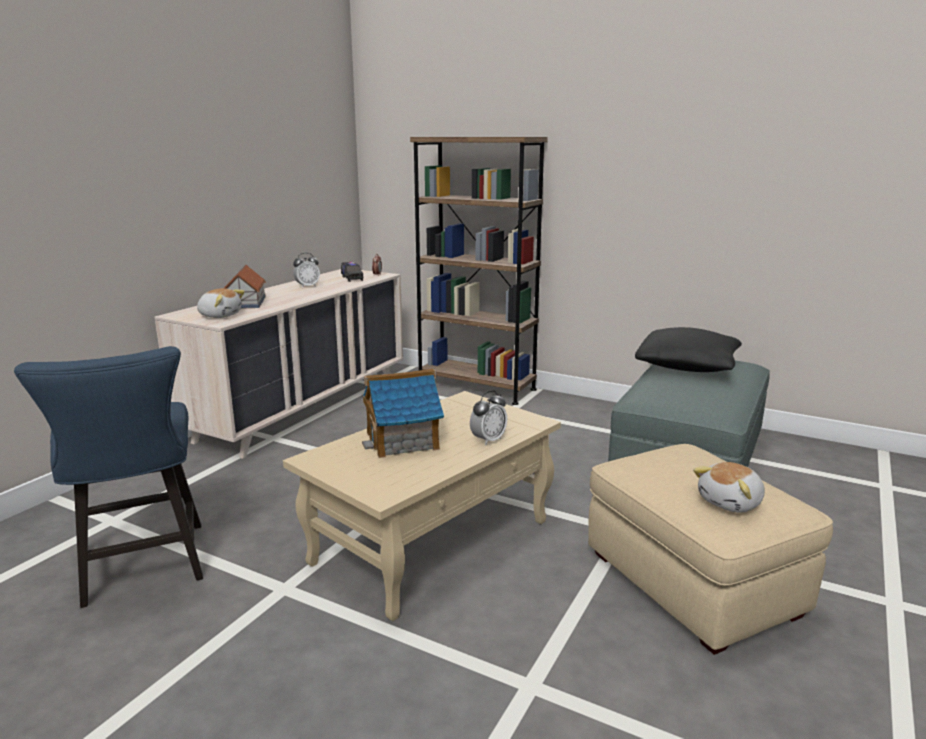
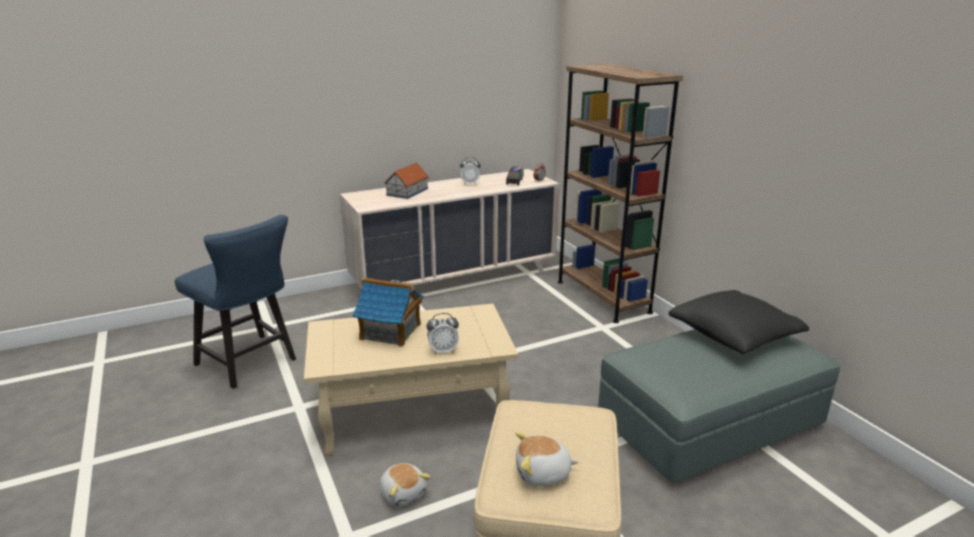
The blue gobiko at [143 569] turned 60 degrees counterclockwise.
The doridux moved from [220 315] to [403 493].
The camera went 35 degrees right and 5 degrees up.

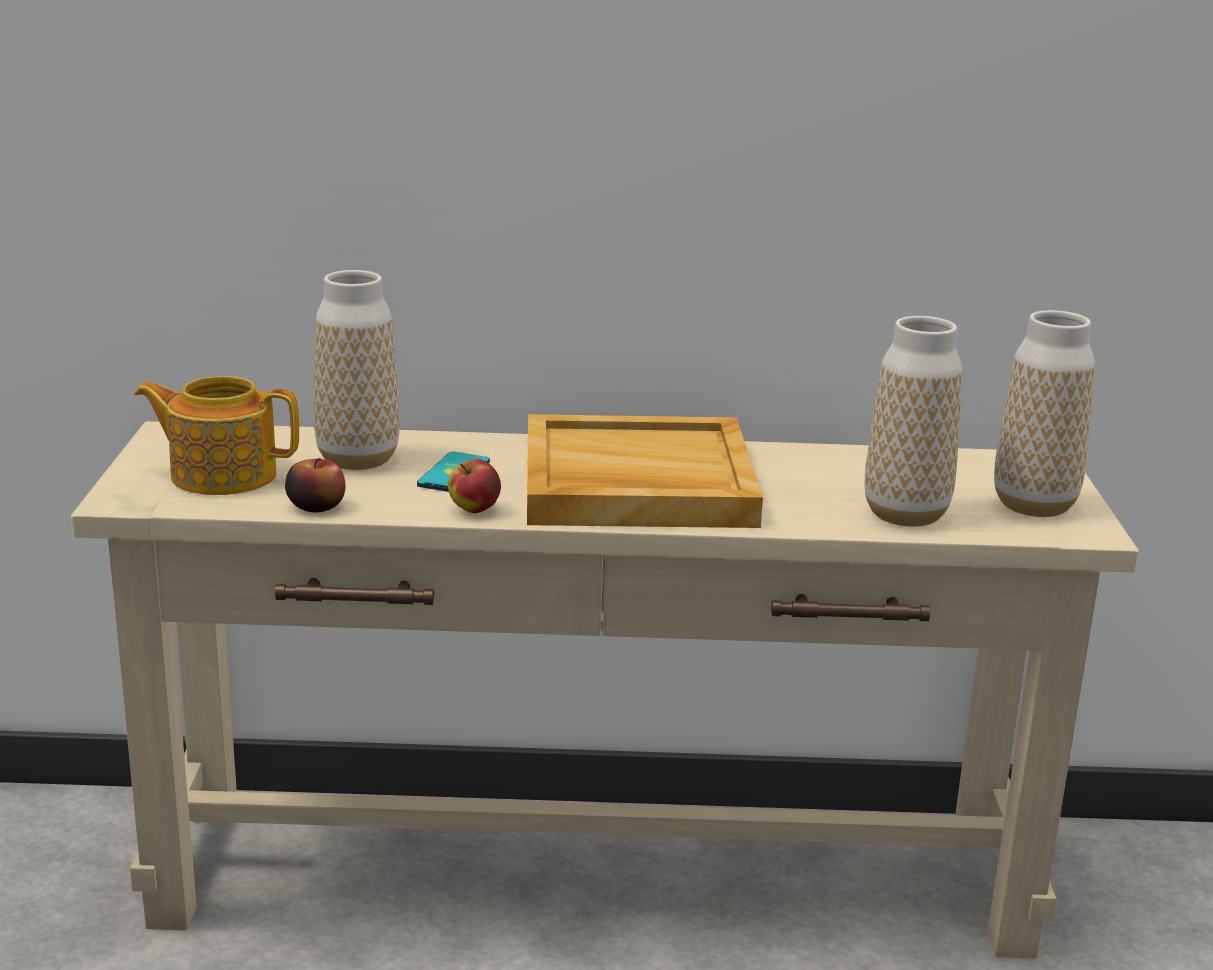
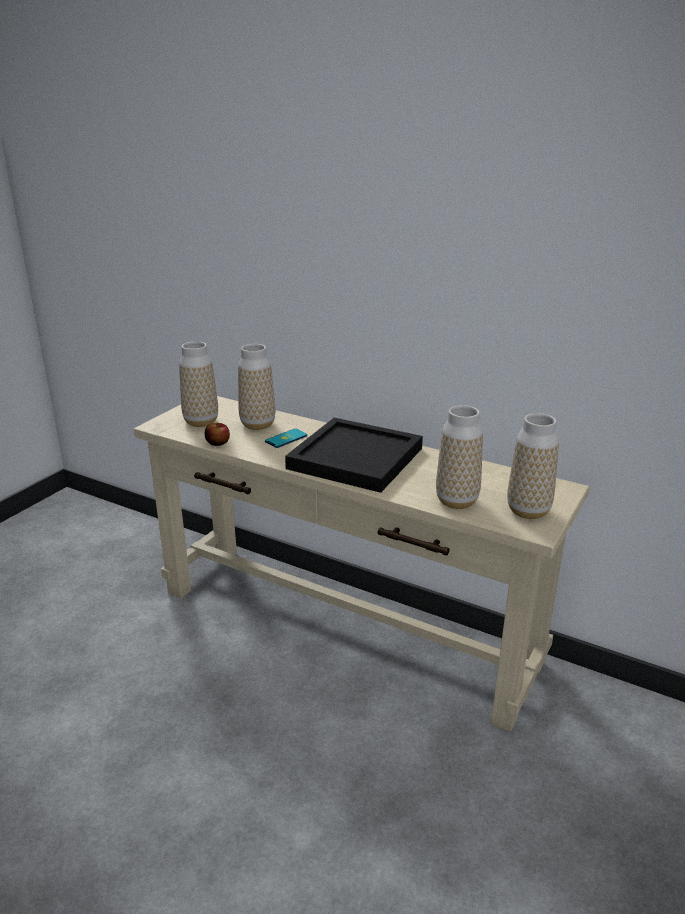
The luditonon at [221 475] was replaced by the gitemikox at [201 422].
The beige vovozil at [635 483] became the black vovozil at [354 458].
The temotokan at [474 510] disappeared.
The camera went 30 degrees right and 5 degrees up.

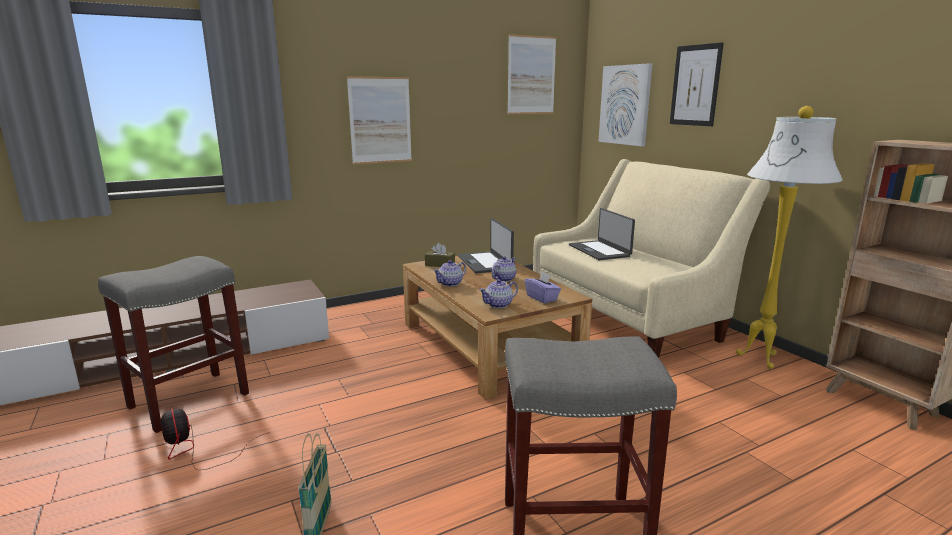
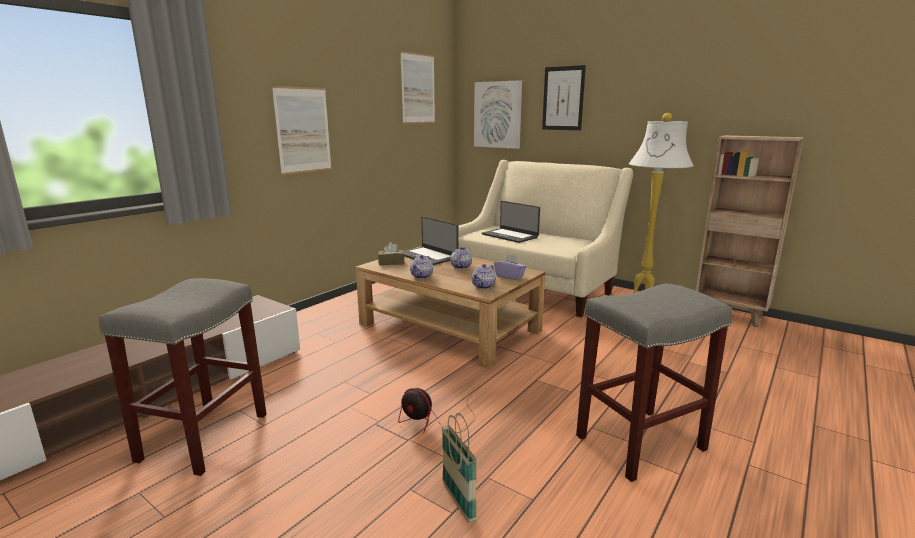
The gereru moved from [196 450] to [433 421].
The camera went 25 degrees left and 0 degrees up.

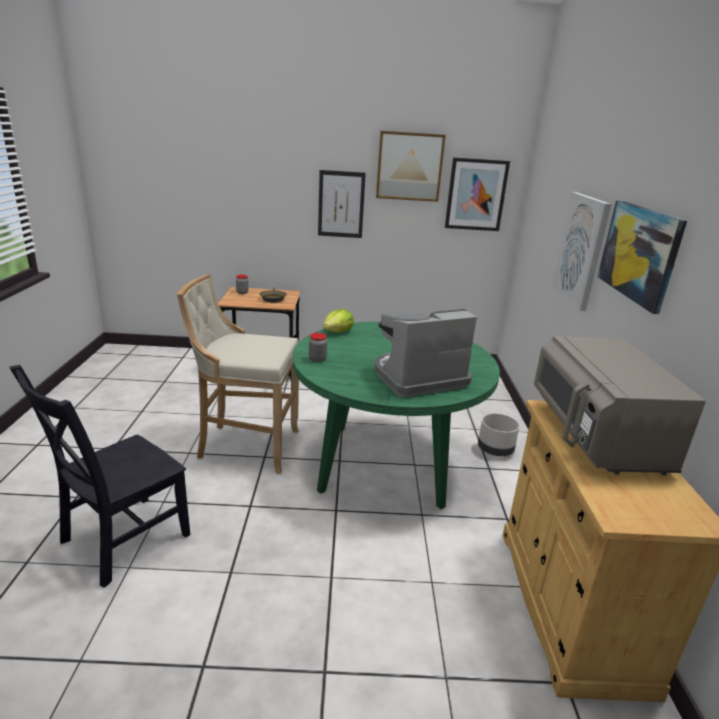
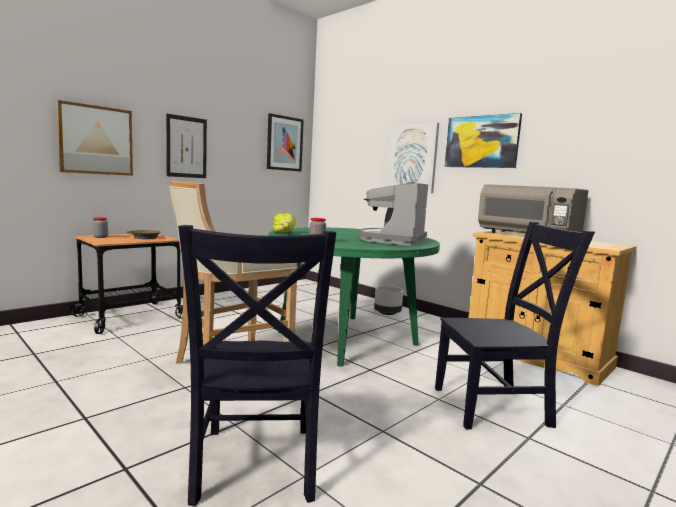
The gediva moved from [409 166] to [96 140].
The black gobiko at [496 406] appeared.
The camera went 45 degrees left and 15 degrees down.

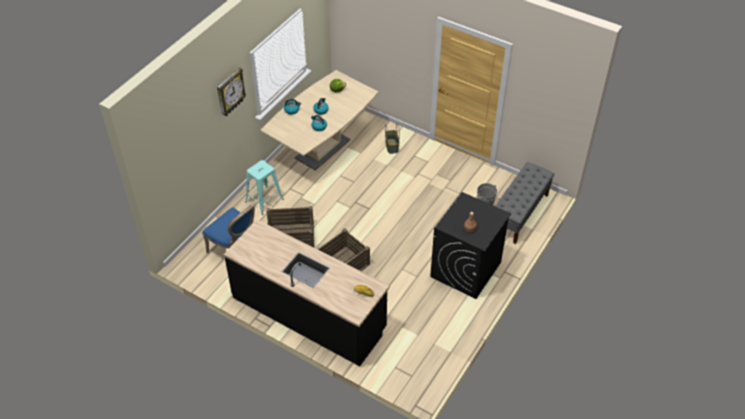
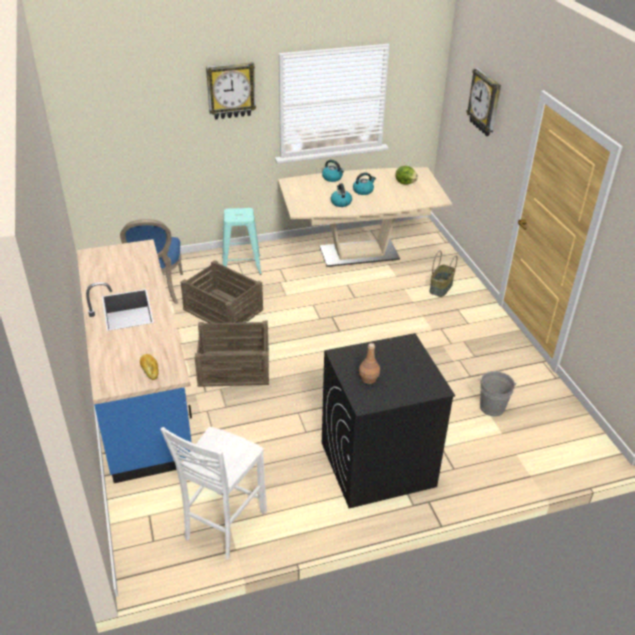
The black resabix at [309 313] became the blue resabix at [141 390].
The white gobiko at [223 526] appeared.
The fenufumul at [485 102] appeared.
The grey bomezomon at [519 214] disappeared.
The camera went 40 degrees right and 10 degrees down.

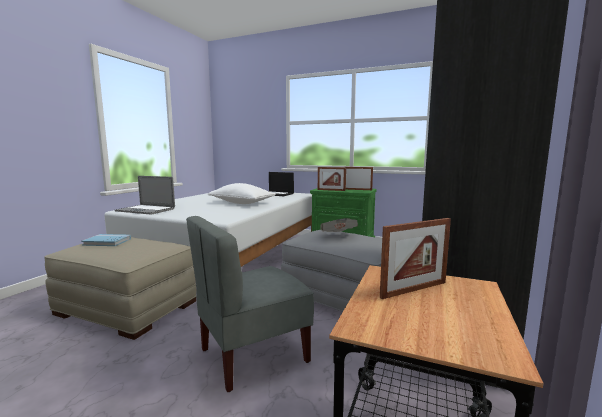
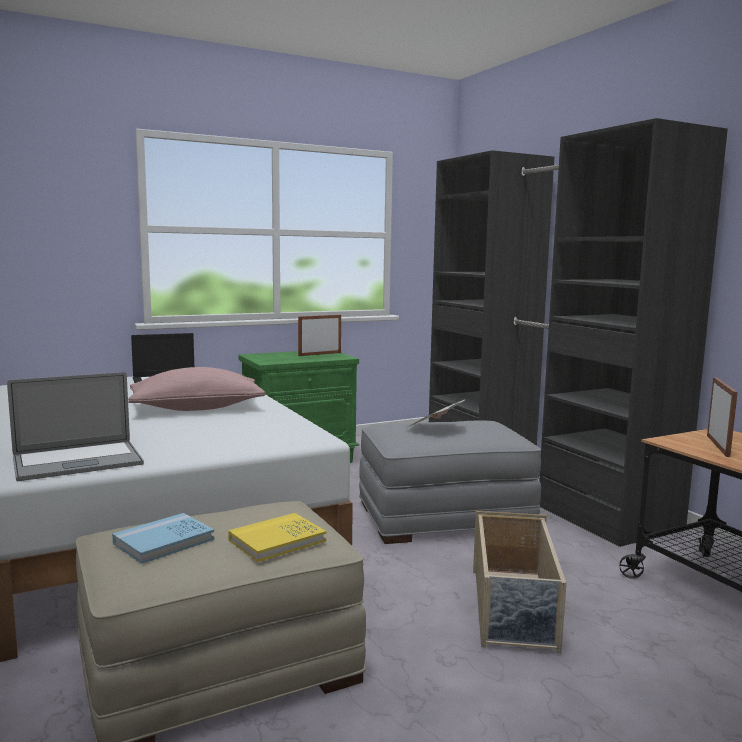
The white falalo at [241 203] became the pink falalo at [197 408].
The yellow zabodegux at [277 540] appeared.
The grey gobiko at [252 355] was replaced by the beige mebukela at [514 609].
The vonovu at [331 190] disappeared.
The camera went 50 degrees left and 0 degrees up.

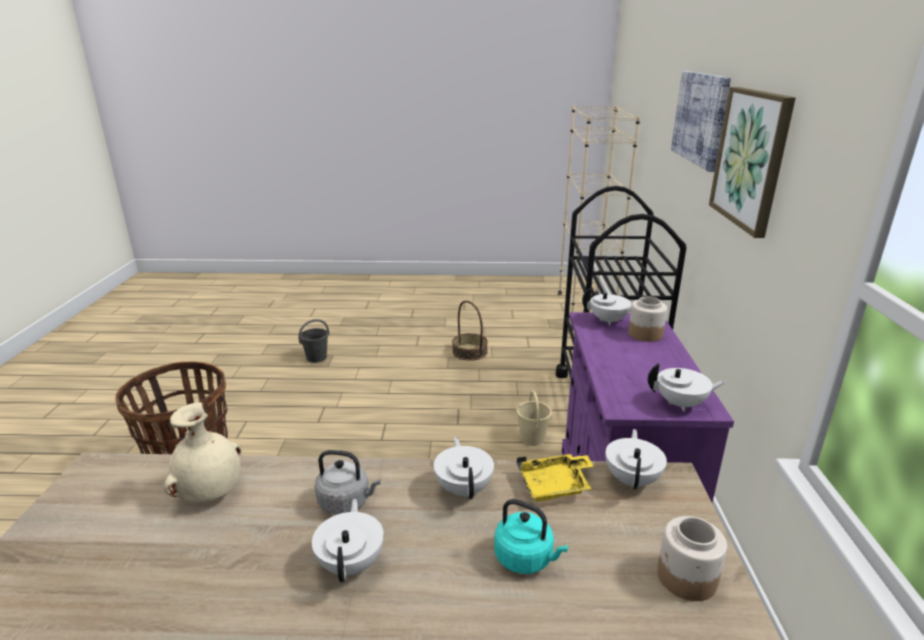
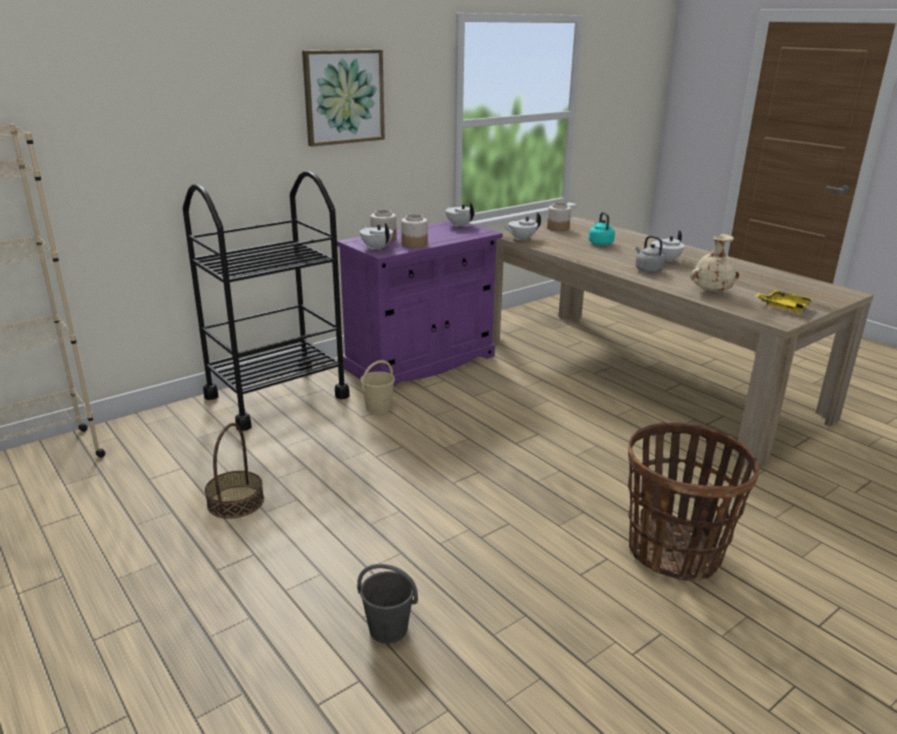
The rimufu at [414 244] appeared.
The yellow vovozil moved from [555 485] to [783 307].
The white luditonon at [464 488] disappeared.
The gediva at [700 118] disappeared.
The camera went 130 degrees left and 0 degrees up.

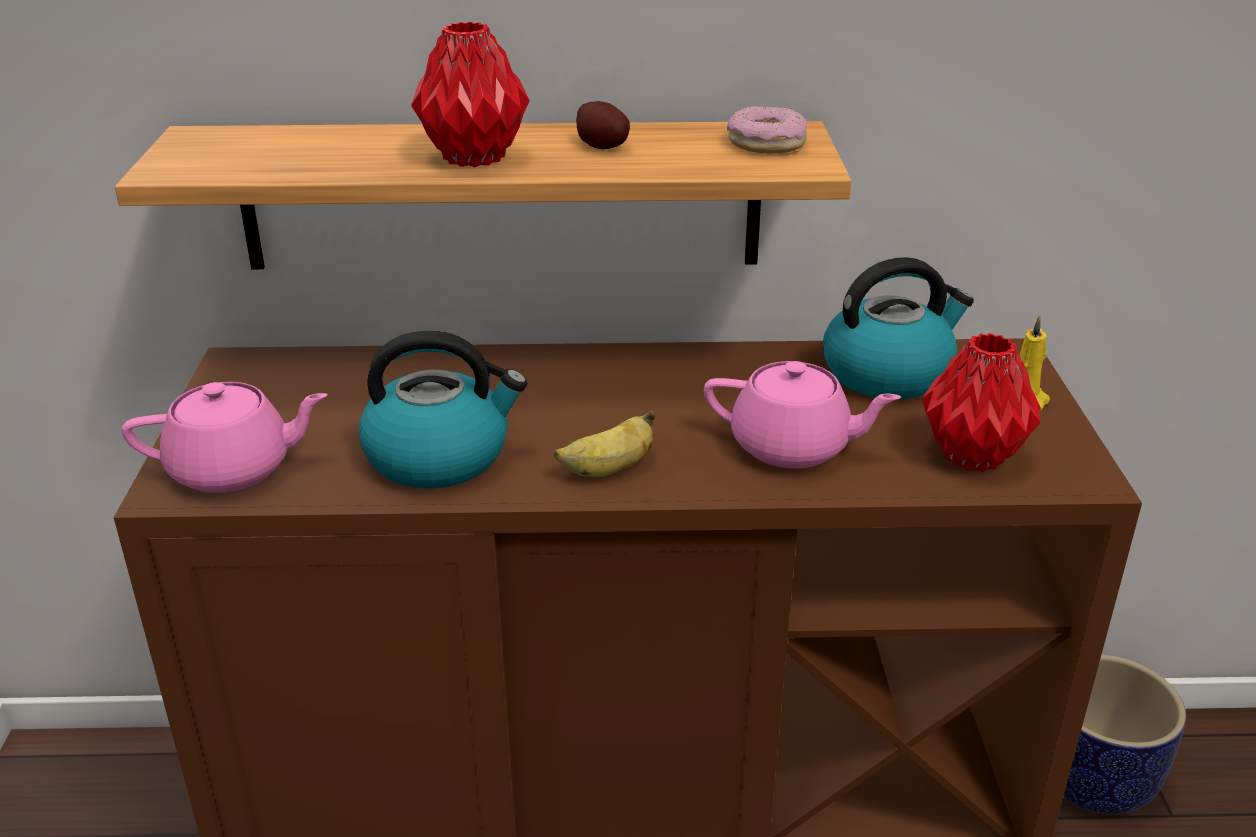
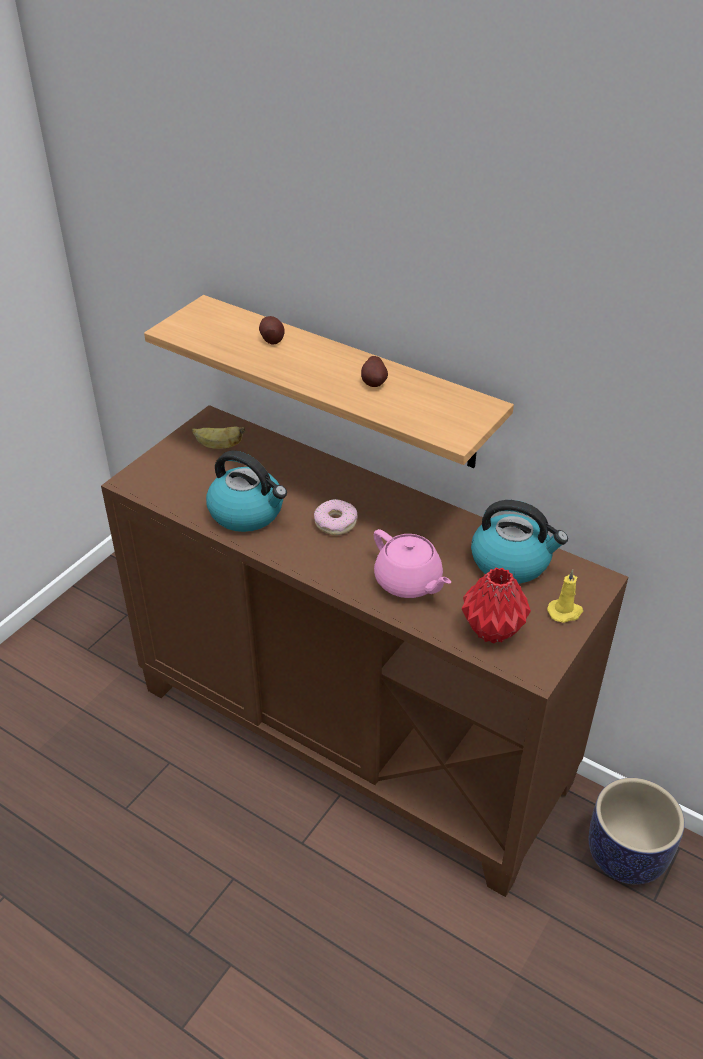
The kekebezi moved from [608 469] to [218 446].
The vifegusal at [272 339] appeared.
The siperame moved from [767 143] to [335 523].
The pink luditonon at [233 469] disappeared.
The red gitemikox at [472 158] disappeared.
The camera went 35 degrees right and 10 degrees up.

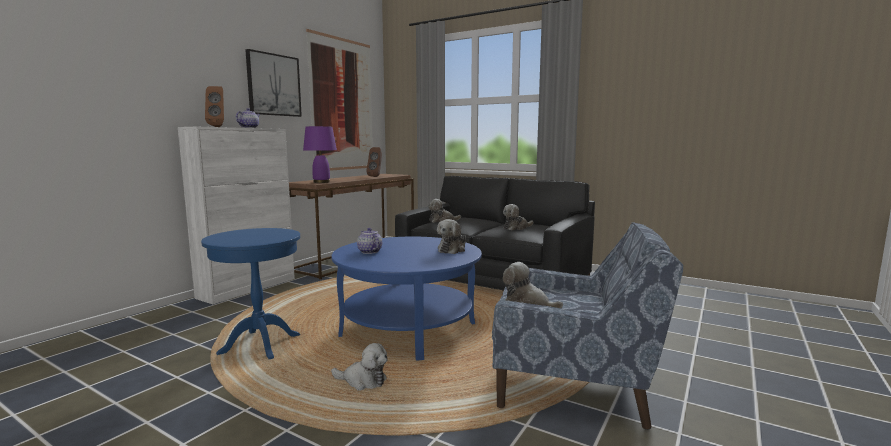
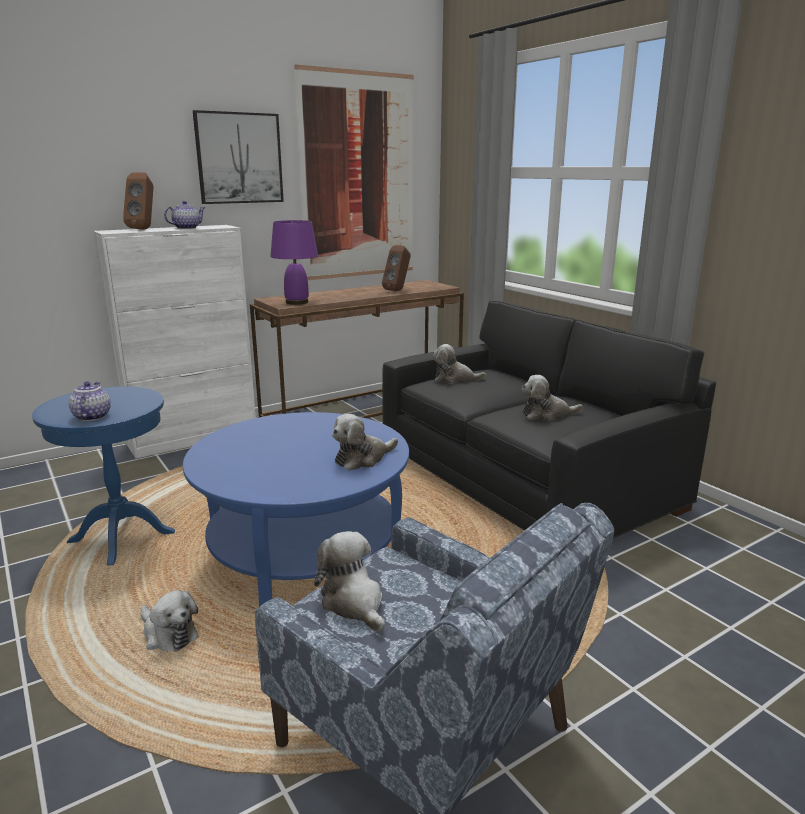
The luditonon moved from [369 251] to [92 416].
The camera went 25 degrees right and 10 degrees up.

